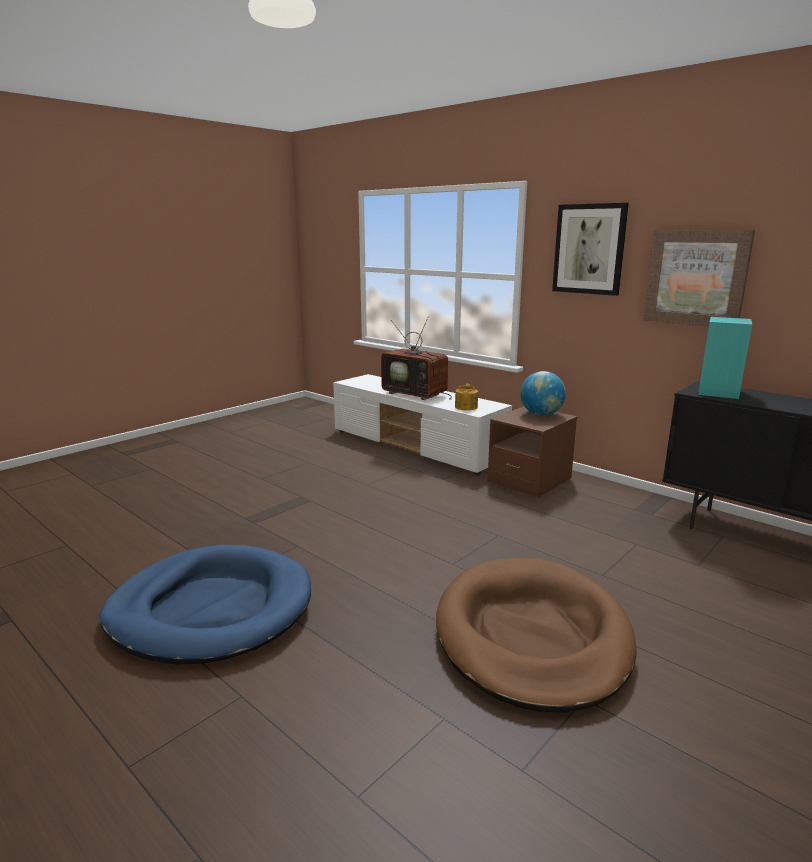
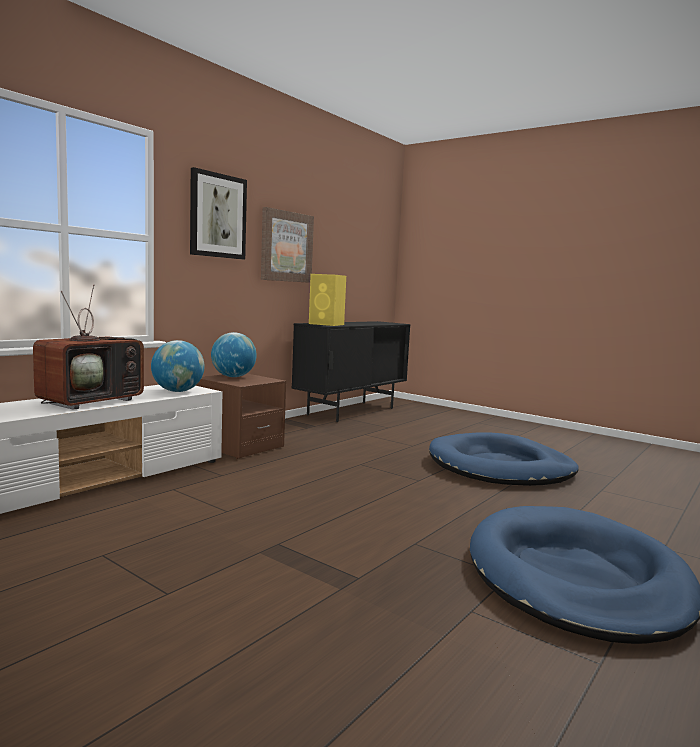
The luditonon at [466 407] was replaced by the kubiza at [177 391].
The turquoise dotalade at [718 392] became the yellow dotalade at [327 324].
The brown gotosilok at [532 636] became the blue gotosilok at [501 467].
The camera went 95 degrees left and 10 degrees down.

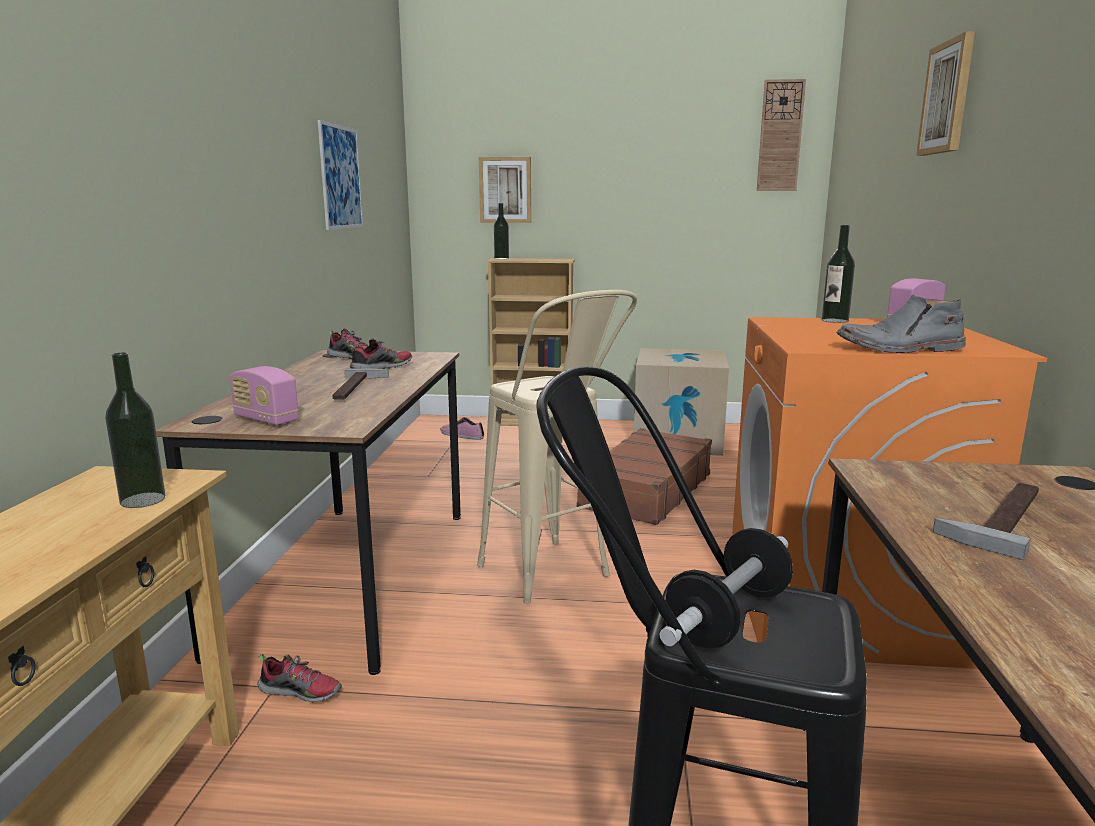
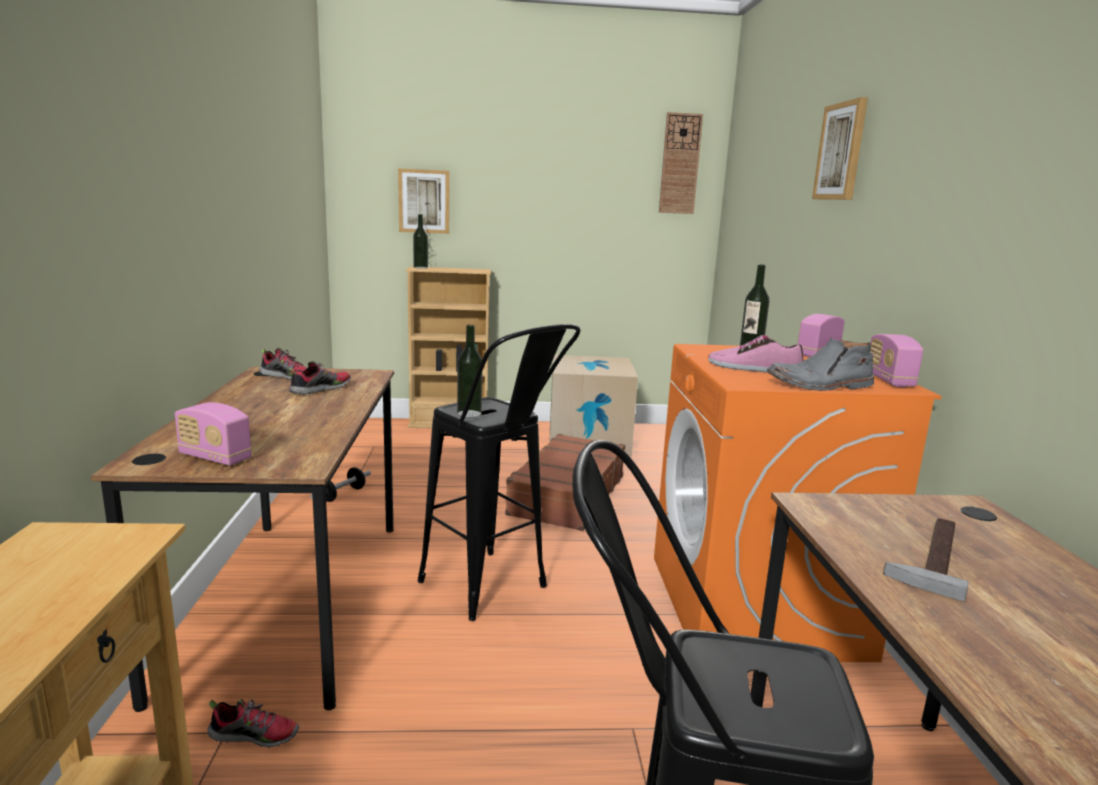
The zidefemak moved from [728 618] to [342 494].
The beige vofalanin at [554 579] became the black vofalanin at [494 593].
The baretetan moved from [143 500] to [469 413].
The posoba moved from [462 435] to [753 368].
The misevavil at [889 380] appeared.
The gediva at [341 177] disappeared.
The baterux at [357 387] disappeared.
The camera went 10 degrees left and 0 degrees up.

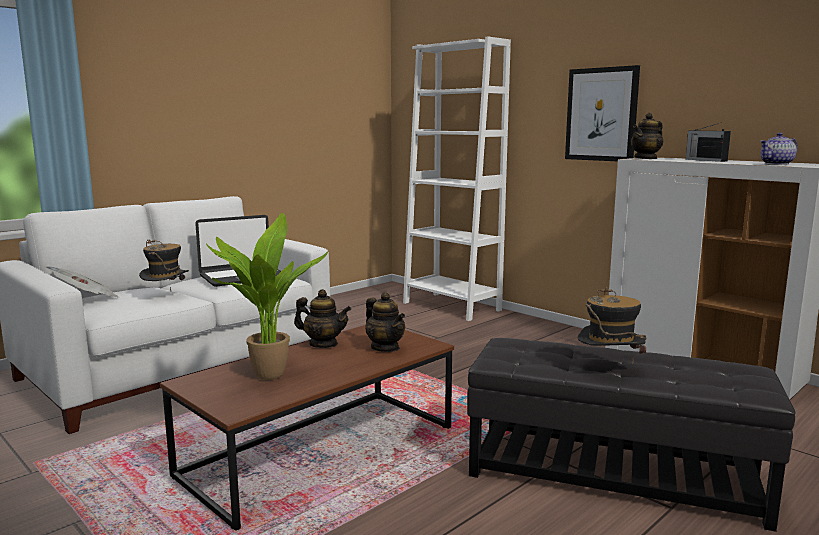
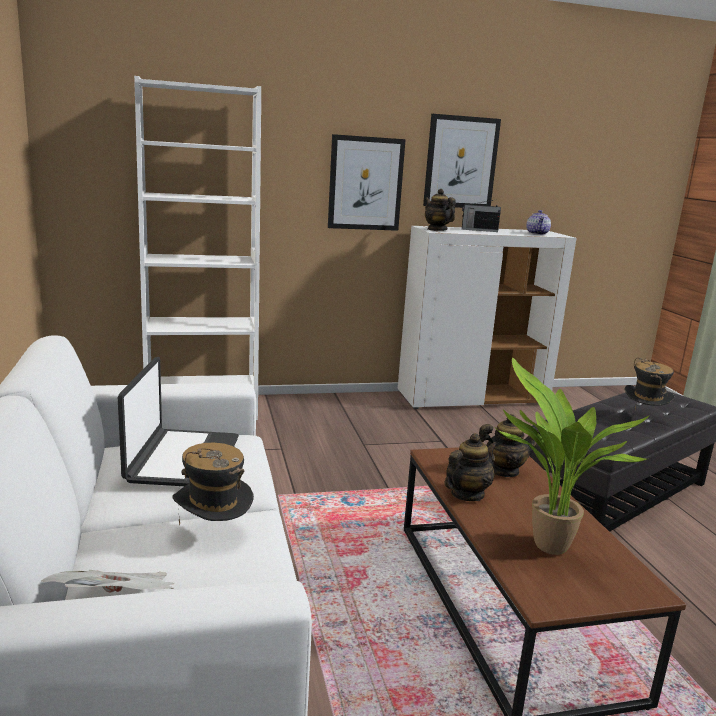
The gediva at [460 162] appeared.
The luditonon at [646 158] turned 150 degrees clockwise.
The camera went 60 degrees left and 5 degrees up.

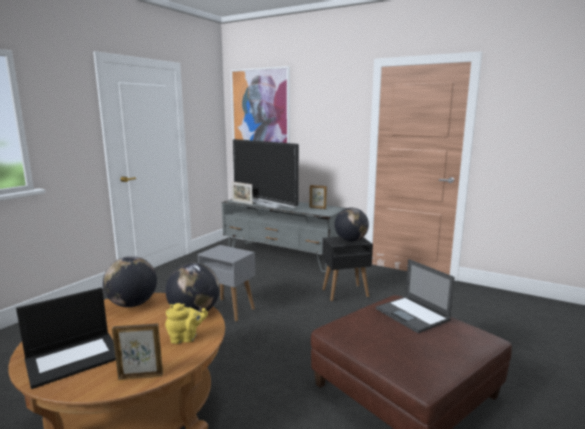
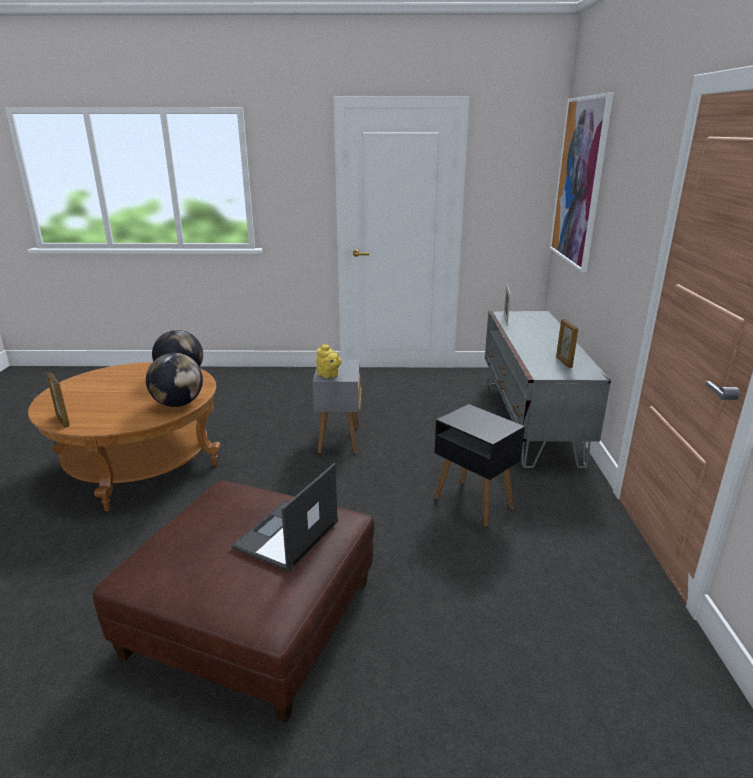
The yellow luditonon moved from [186 338] to [329 376].
The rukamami at [74 358] disappeared.
The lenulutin at [266 203] disappeared.
The kubiza at [350 240] disappeared.
The camera went 60 degrees right and 10 degrees up.

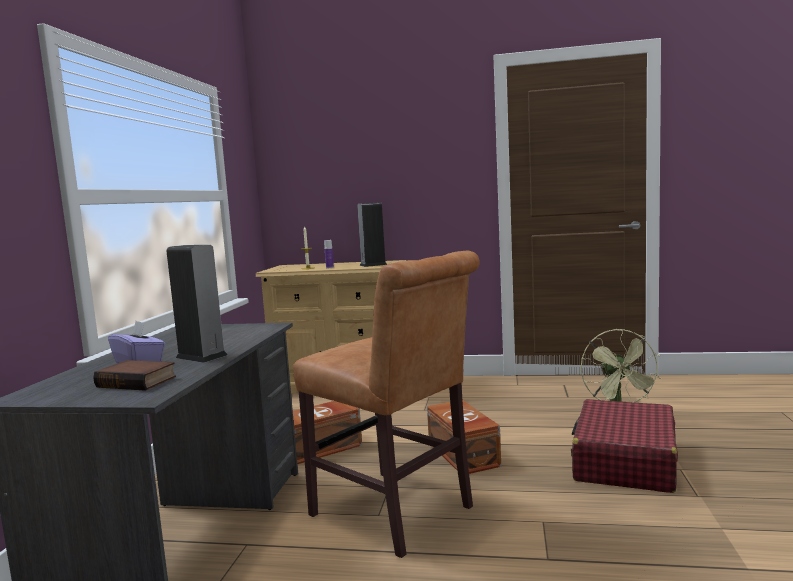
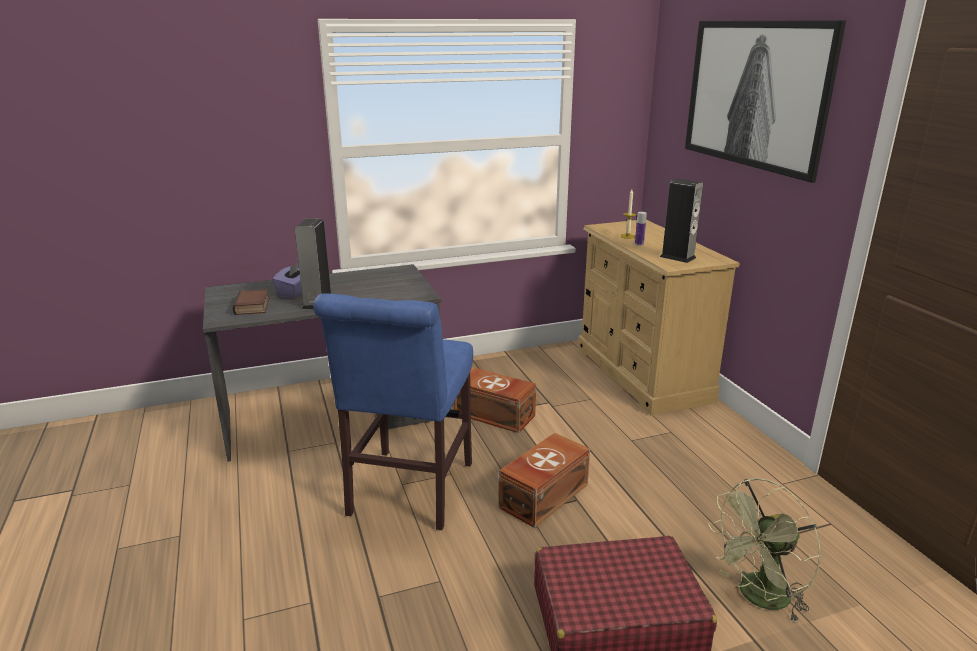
The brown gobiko at [397 514] became the blue gobiko at [408 493].
The gediva at [754 94] appeared.
The camera went 60 degrees right and 15 degrees up.

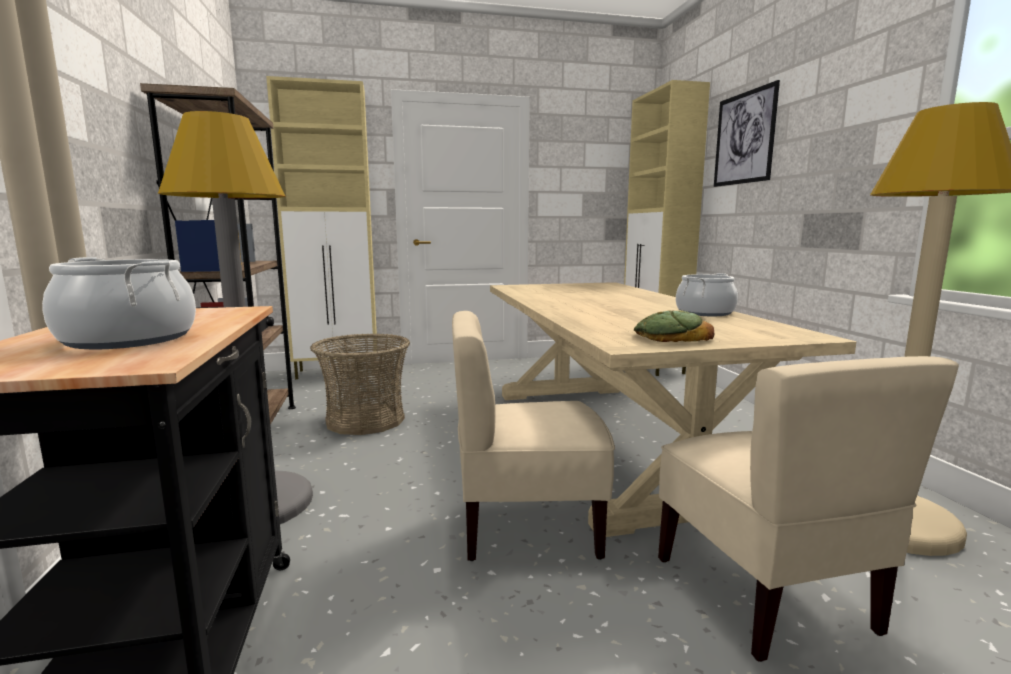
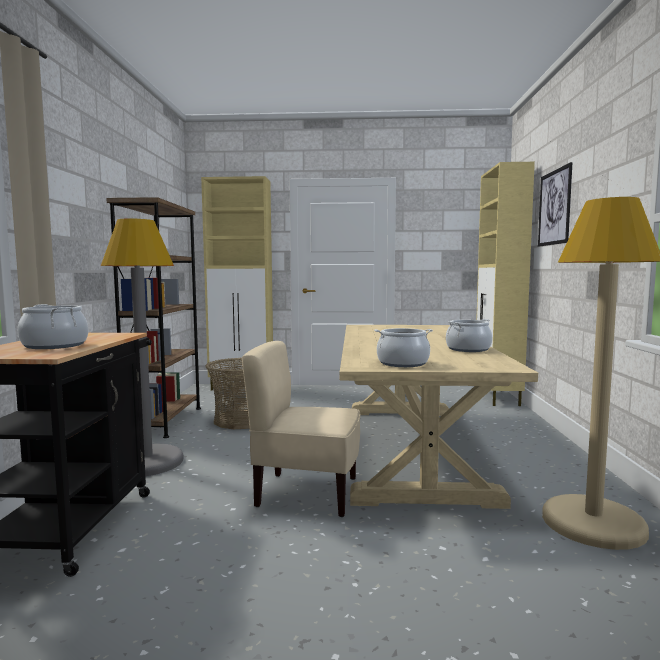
The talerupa at [671 337] was replaced by the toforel at [403 363].
The beige gobiko at [765 593] disappeared.
The camera went 15 degrees right and 5 degrees down.

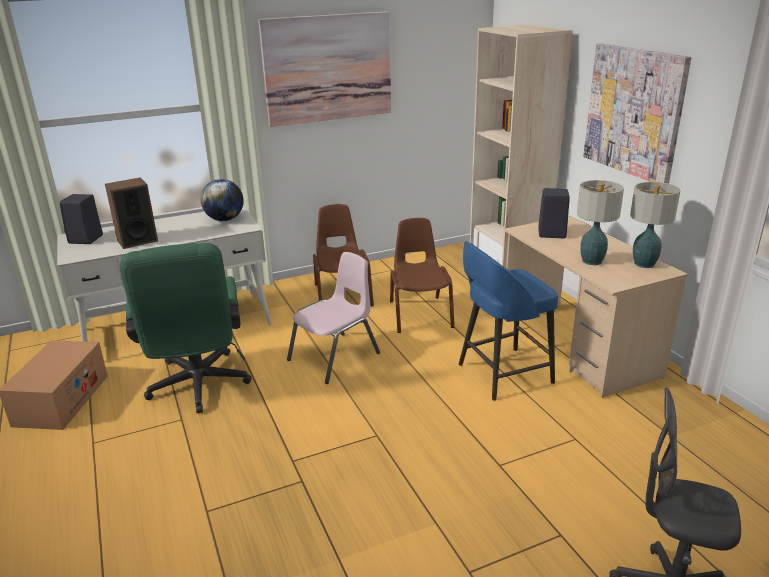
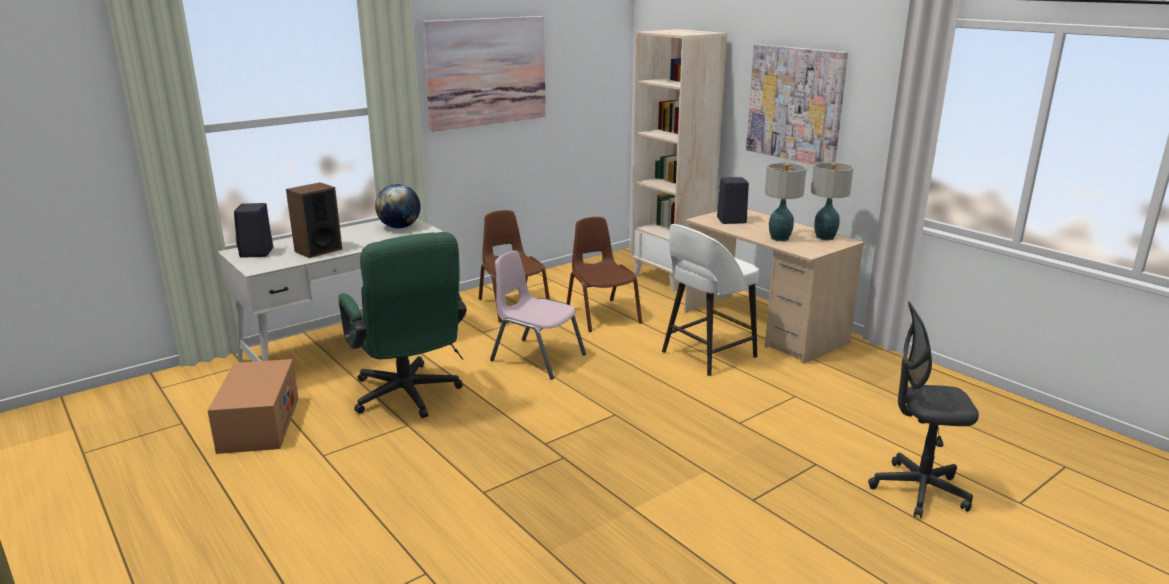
The pink gobiko at [335 357] turned 90 degrees counterclockwise.
The blue vofalanin at [502 374] became the white vofalanin at [706 355].
The camera went 15 degrees left and 5 degrees down.

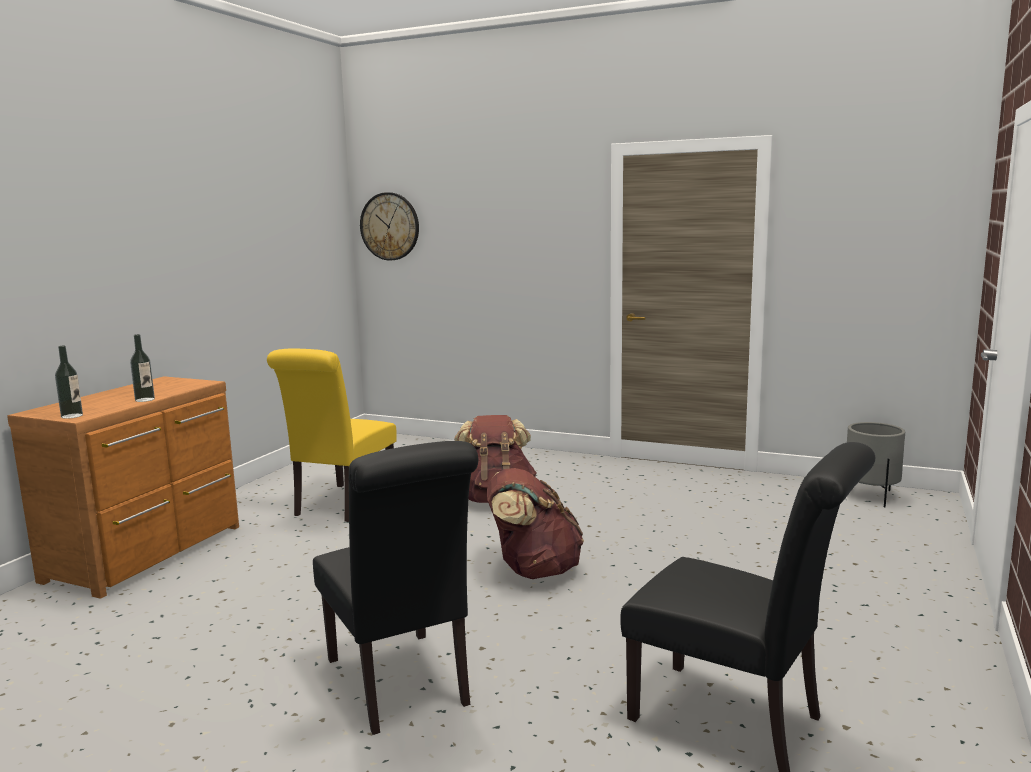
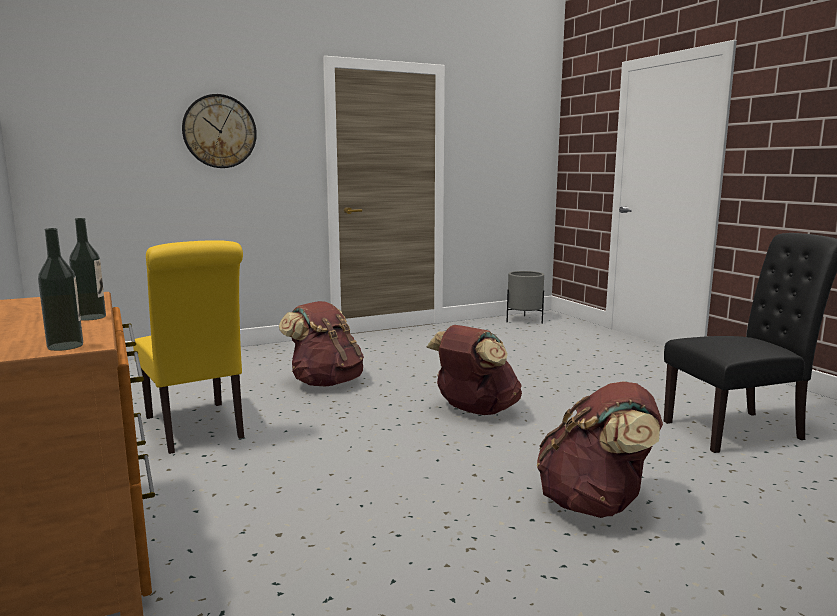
The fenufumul moved from [390 226] to [219 131].
The black gobiko at [401 686] was replaced by the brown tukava at [595 504].
The camera went 50 degrees left and 0 degrees up.

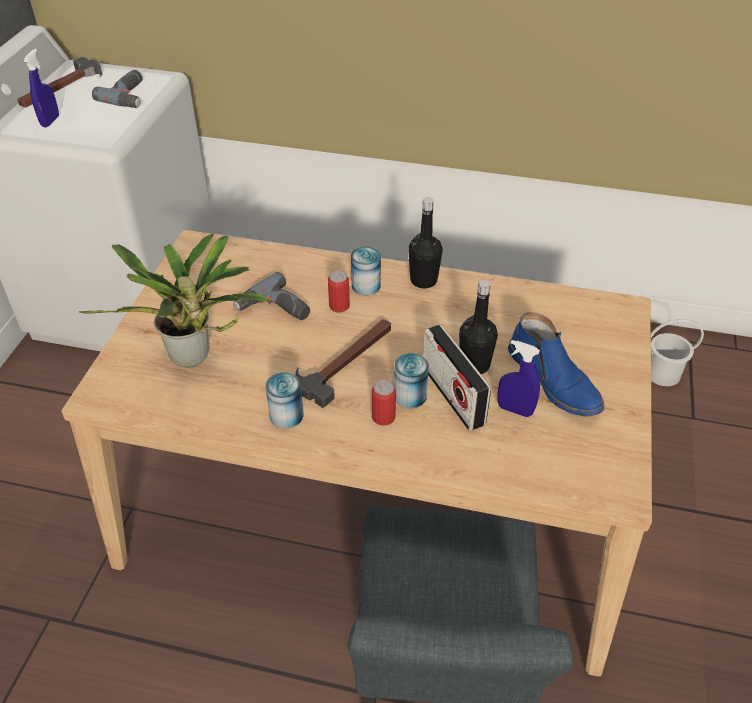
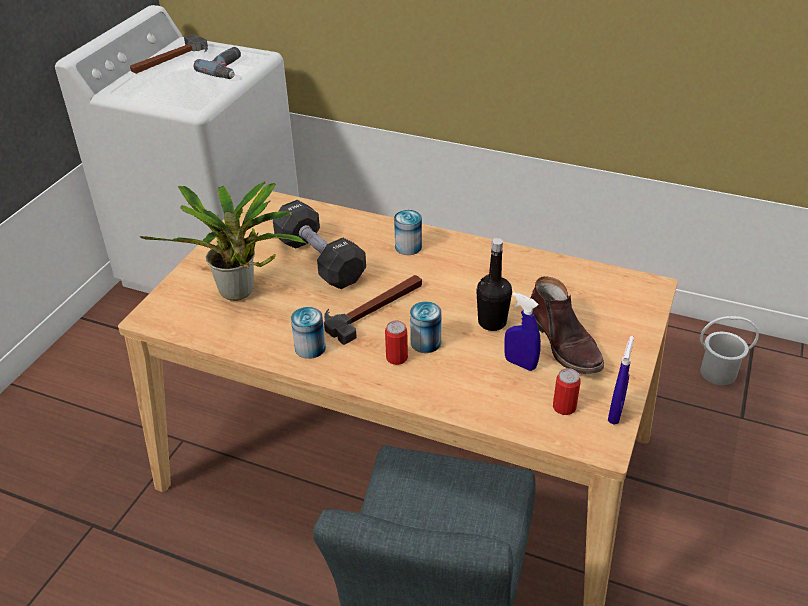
The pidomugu at [274 310] was replaced by the black zidefemak at [320 260].
The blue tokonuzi at [554 380] became the brown tokonuzi at [565 342].
The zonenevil moved from [339 306] to [564 407].
The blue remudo moved from [50 121] to [615 413].
The black baretetan at [423 280] disappeared.
The misevavil at [453 395] disappeared.
The camera went 10 degrees right and 5 degrees down.

